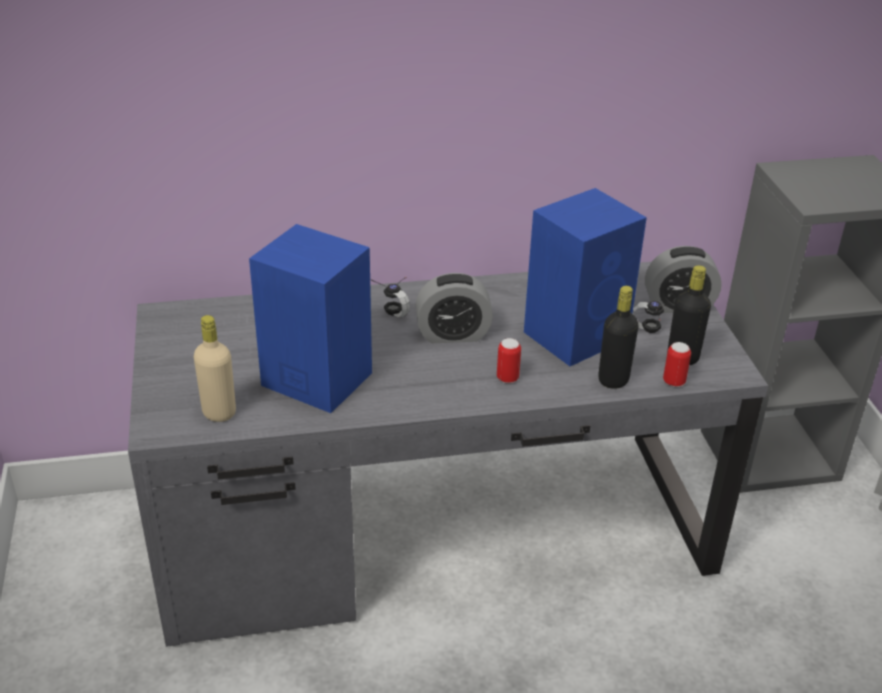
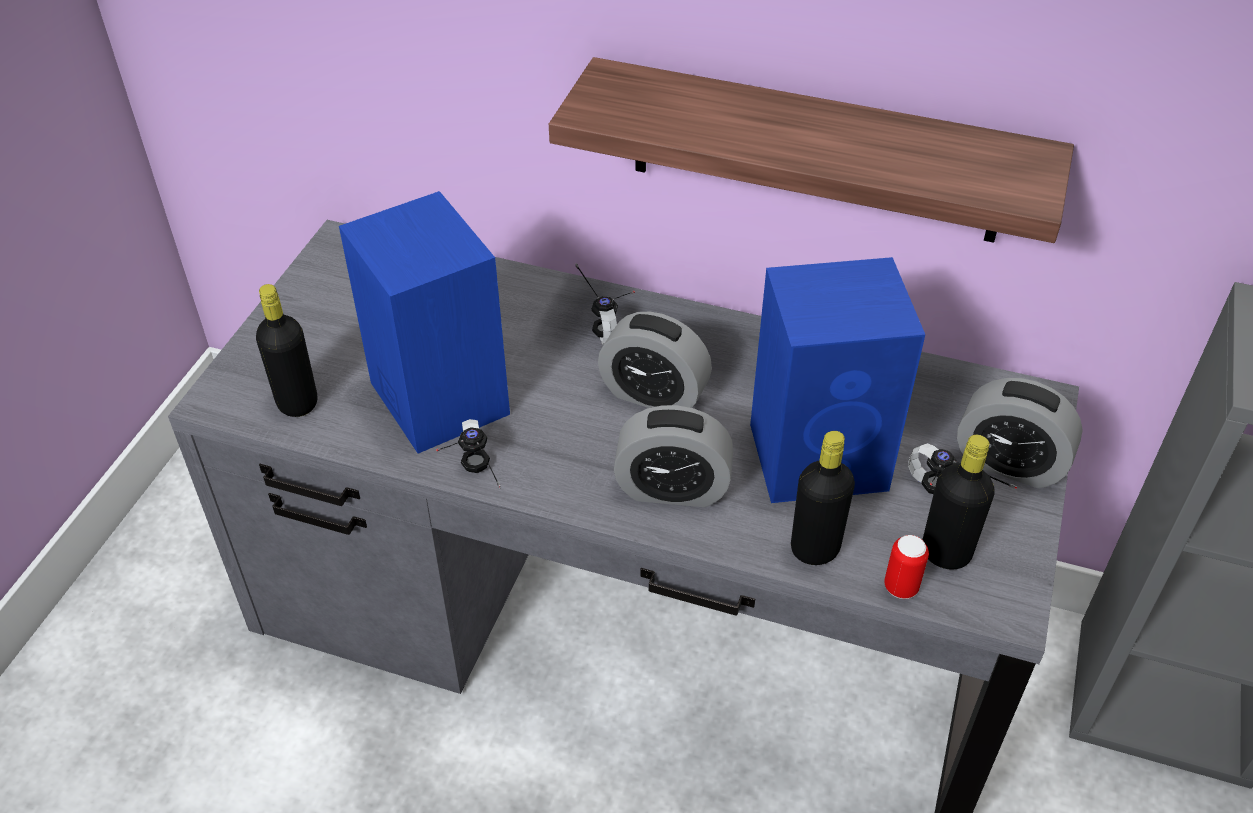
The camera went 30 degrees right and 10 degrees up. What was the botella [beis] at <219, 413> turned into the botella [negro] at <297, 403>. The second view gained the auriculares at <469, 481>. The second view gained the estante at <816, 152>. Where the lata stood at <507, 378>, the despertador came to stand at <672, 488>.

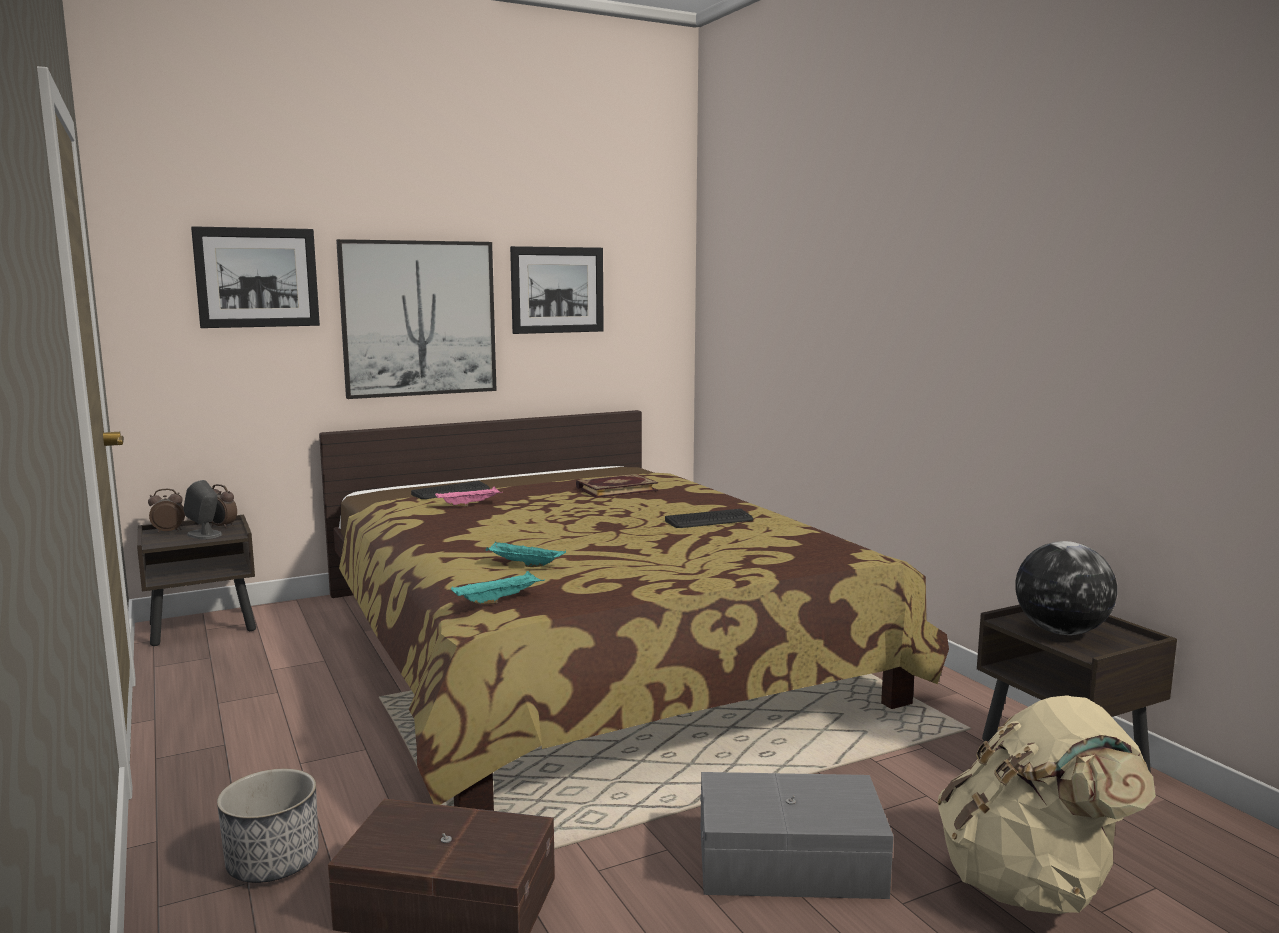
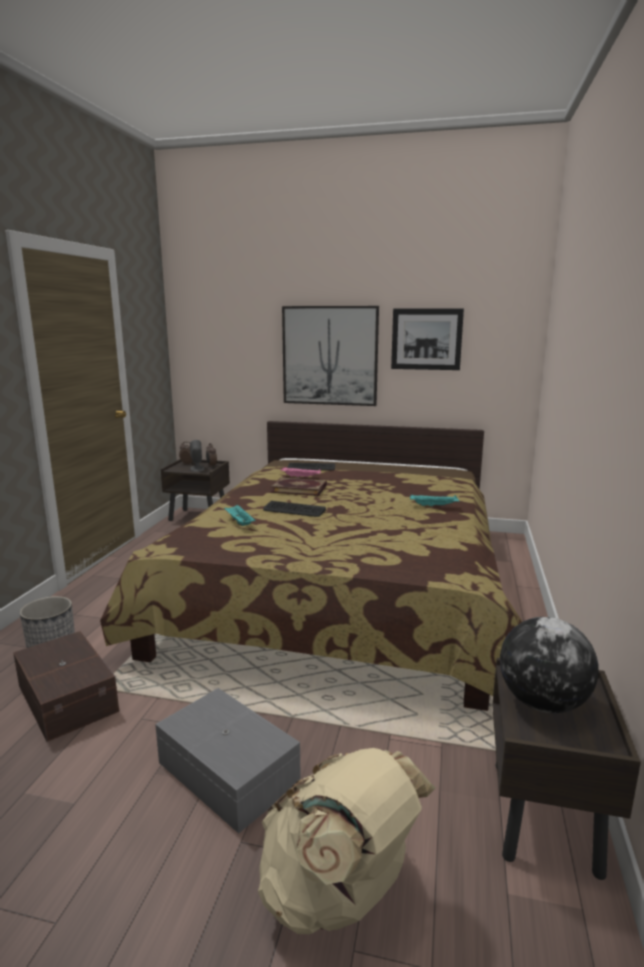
The camera went 40 degrees right and 5 degrees up. The teclado ended up elsewhere, having gone from <709, 520> to <294, 510>. The libro ended up elsewhere, having gone from <616, 489> to <299, 488>. The bandeja [turquesa] ended up elsewhere, having gone from <499, 600> to <434, 506>. The second view lost the cuadro at <257, 277>.

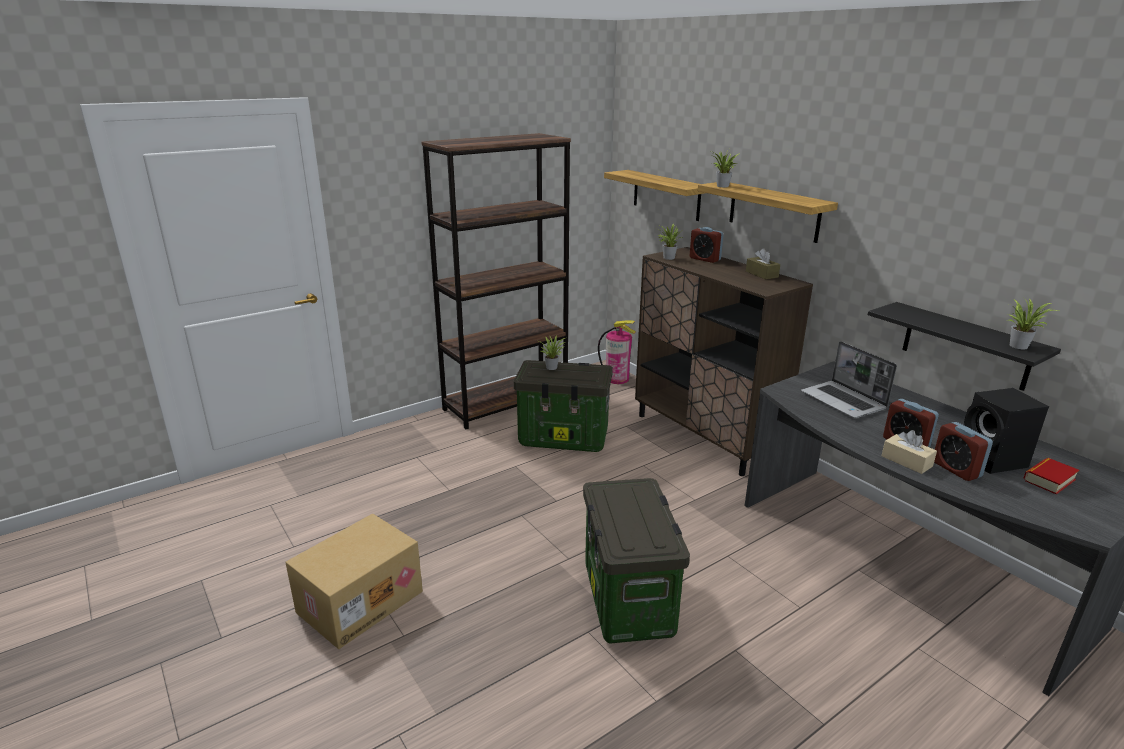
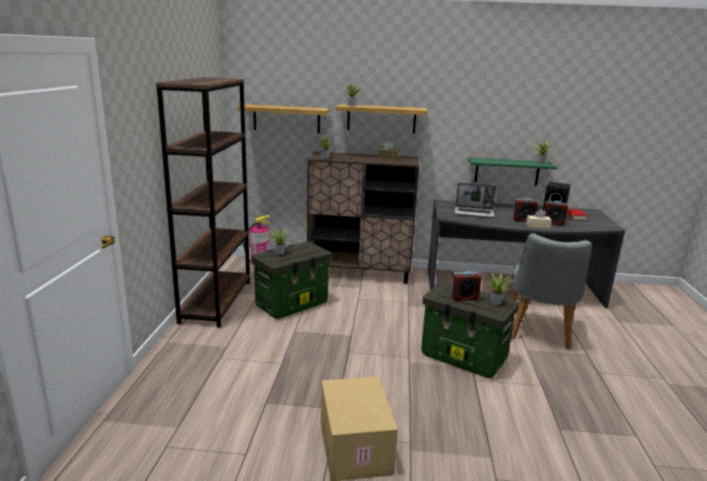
The camera went 50 degrees left and 5 degrees down. The despertador ended up elsewhere, having gone from <704, 259> to <464, 298>. What was the estante [negro] at <965, 346> turned into the estante [verde] at <507, 171>. The second view gained the planta en maceta at <496, 302>. The second view gained the silla [gris] at <539, 334>.

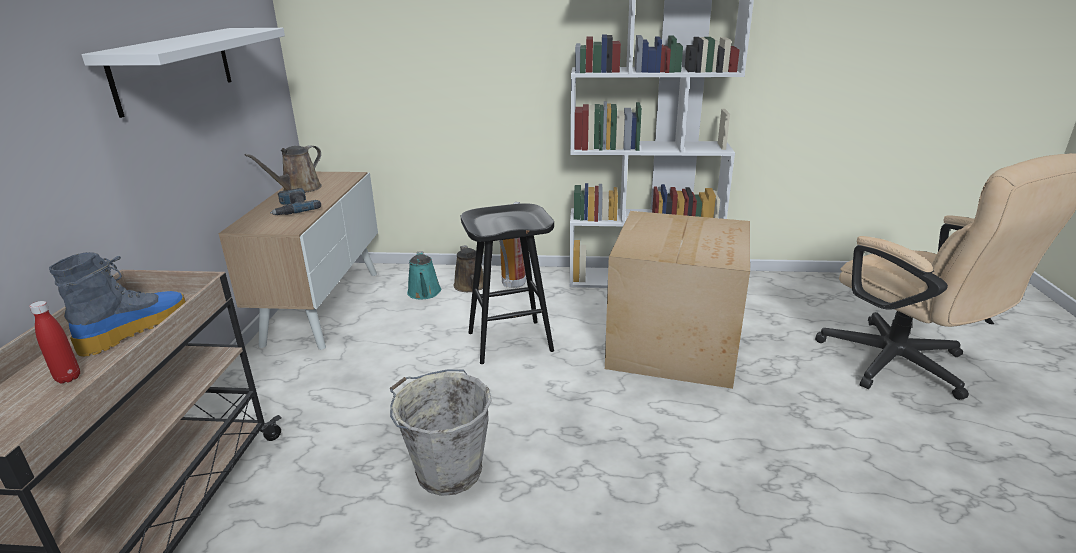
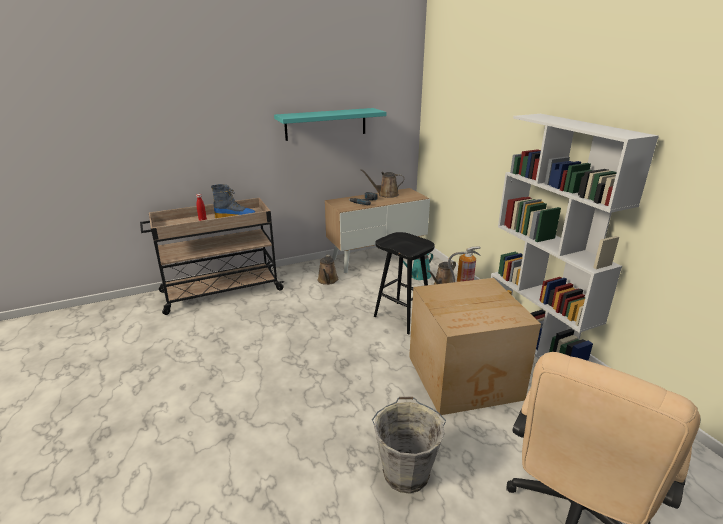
The camera went 60 degrees right and 0 degrees up. What was the estante [blanco] at <174, 68> turned into the estante [turquesa] at <326, 124>. The second view gained the regadera [marrón] at <327, 280>. The cubo [gris] ended up elsewhere, having gone from <446, 470> to <406, 471>.

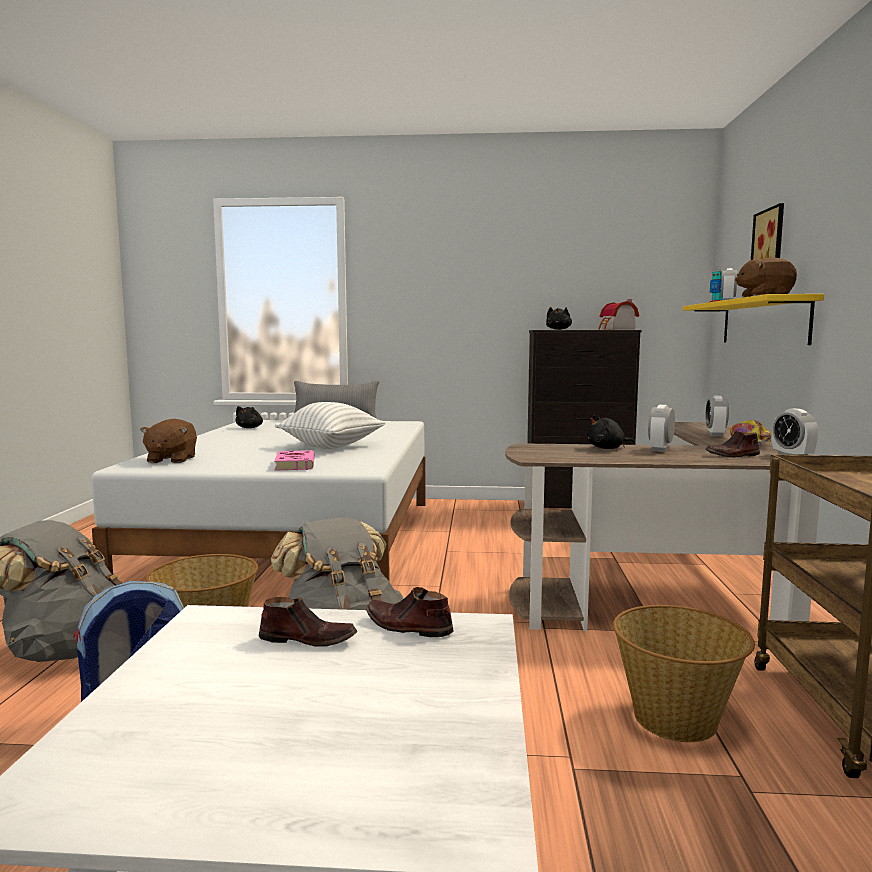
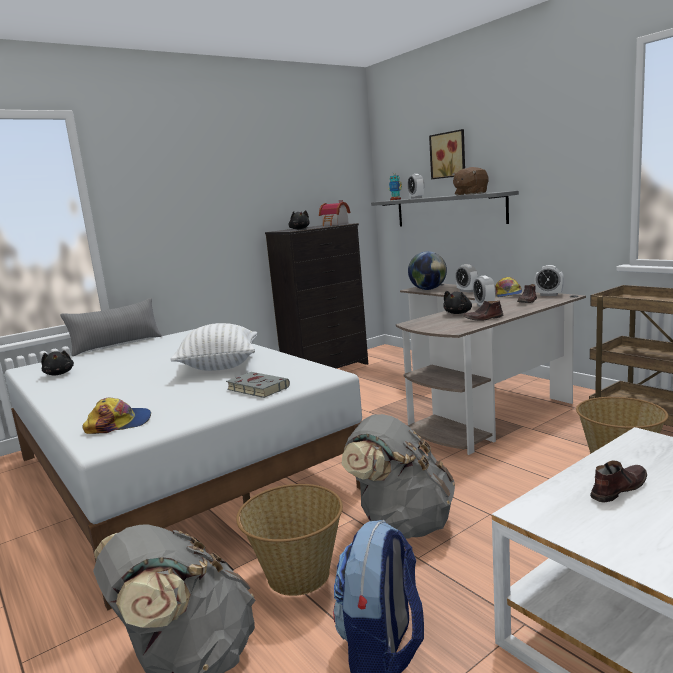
The camera went 40 degrees left and 5 degrees up. Where the peluche [marrón] stood at <171, 460>, the gorra came to stand at <119, 423>. What was the libro [rosa] at <294, 464> turned into the libro [gris] at <256, 388>. What was the estante [amarillo] at <763, 322> turned into the estante [gris] at <448, 210>. The second view gained the globo terráqueo at <428, 289>. The zapato [marrón] ended up elsewhere, having gone from <407, 627> to <483, 319>.

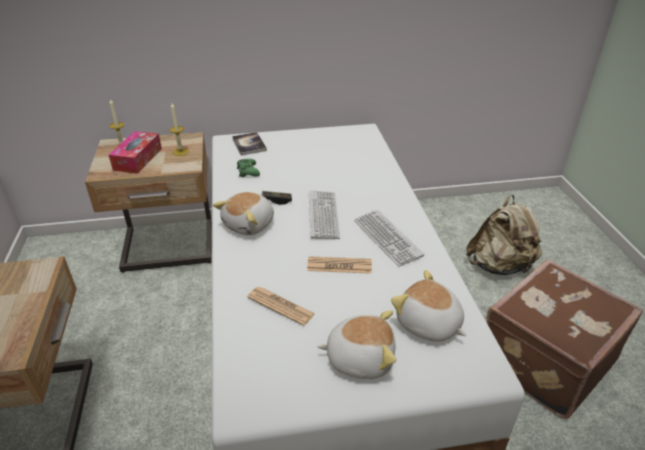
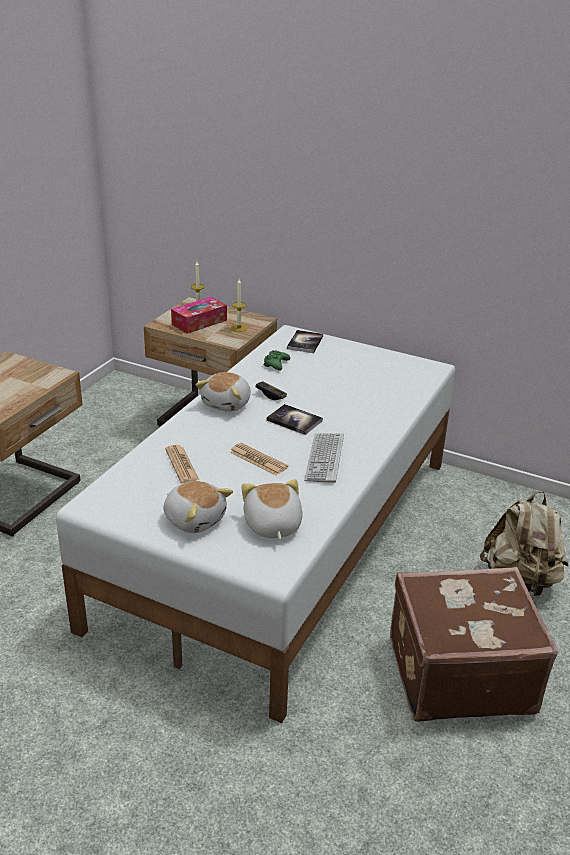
The camera went 35 degrees right and 5 degrees down. The peluche at <250, 224> ended up facing another way, 45 degrees counterclockwise from before. Where the teclado stood at <323, 215>, the libro came to stand at <294, 420>.

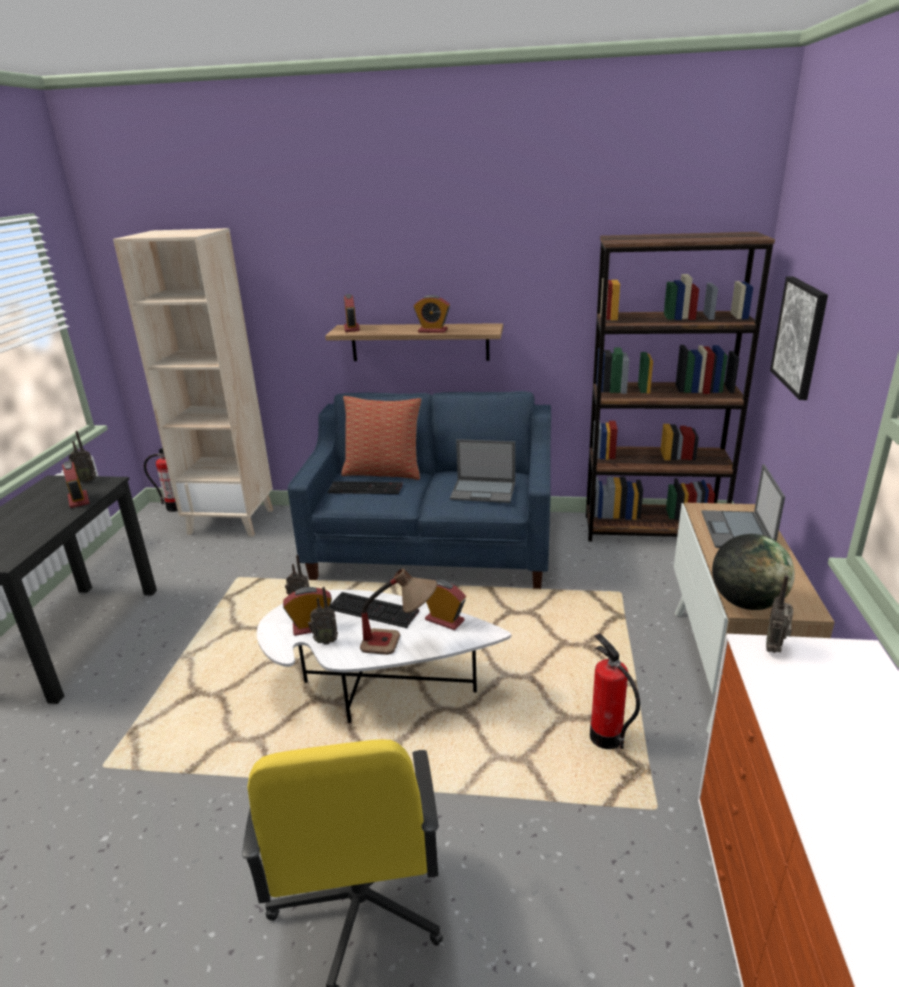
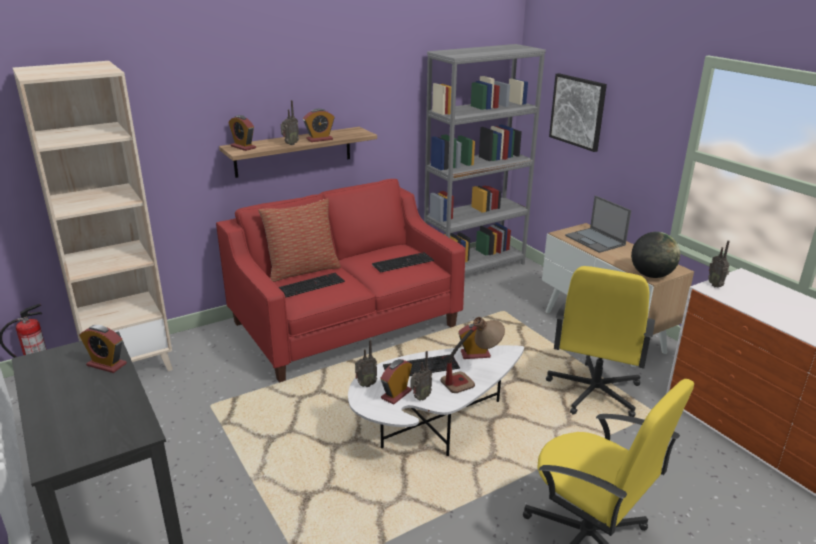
The camera went 40 degrees left and 0 degrees up. What was the sofá [azul] at <433, 546> turned into the sofá [rojo] at <345, 324>. The radio ended up elsewhere, having gone from <86, 481> to <290, 144>. Where the portátil stood at <484, 491>, the teclado came to stand at <403, 262>. What was the estantería [marrón] at <652, 530> turned into the estantería [gris] at <474, 267>. Where the extintor stood at <605, 738>, the silla de oficina [amarillo] came to stand at <593, 392>.

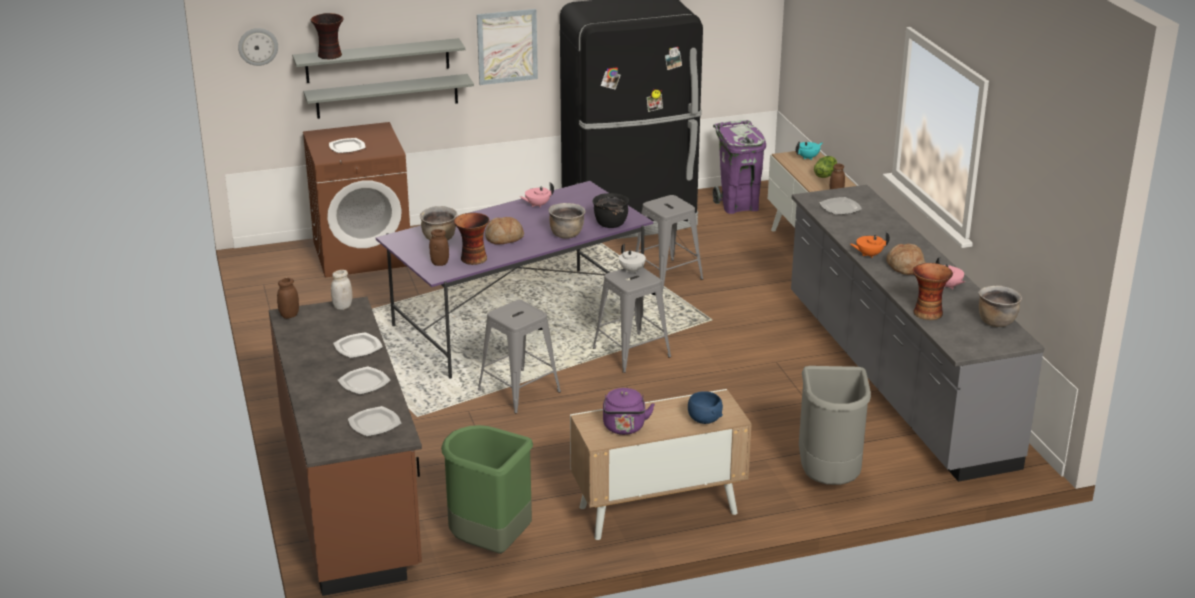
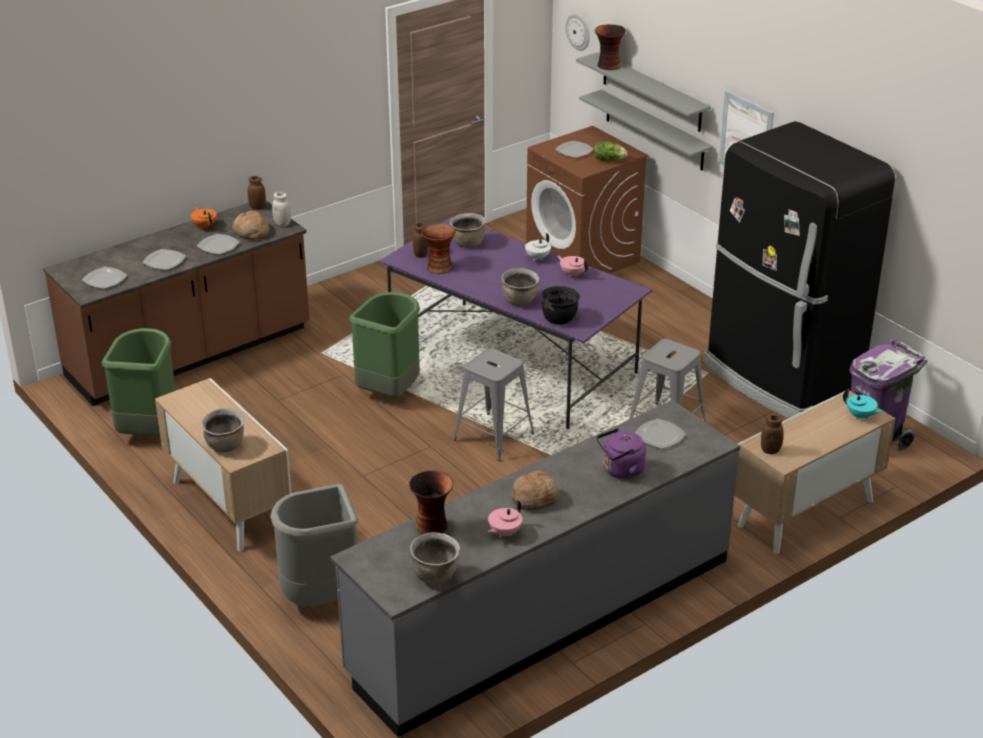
The camera went 70 degrees right and 5 degrees up. The tetera [naranja] ended up elsewhere, having gone from <868, 255> to <205, 226>. Where the cuenco [azul] stood at <704, 419>, the olla [marrón] came to stand at <225, 446>. The pan ended up elsewhere, having gone from <504, 238> to <251, 232>. Where the taburete [gris] stood at <519, 391>, the papelera [verde] came to stand at <389, 391>. The tetera [blanco] ended up elsewhere, having gone from <632, 270> to <537, 258>. The lechuga ended up elsewhere, having gone from <825, 175> to <608, 160>. The hervidor [morado] ended up elsewhere, having gone from <624, 428> to <620, 470>.

